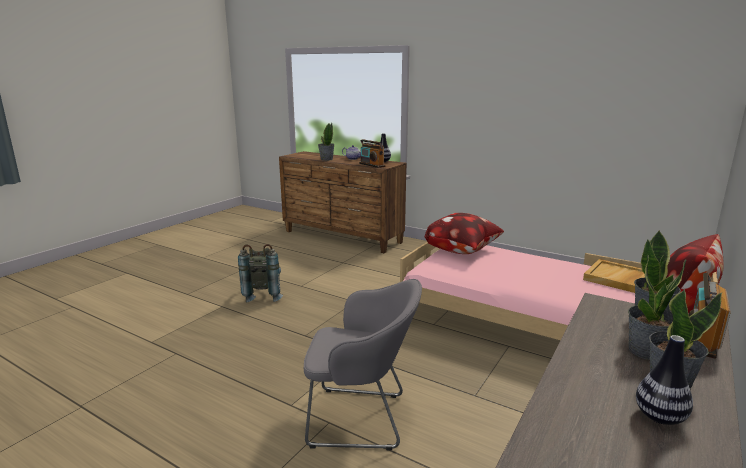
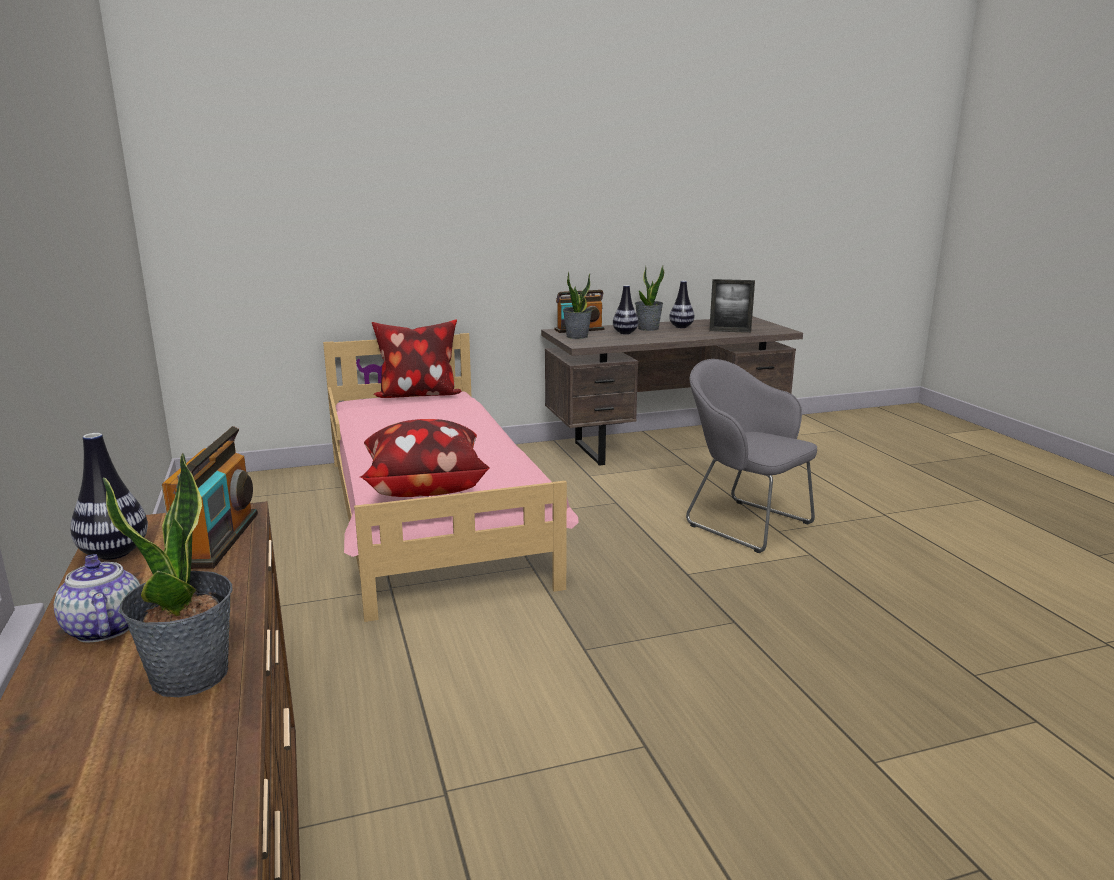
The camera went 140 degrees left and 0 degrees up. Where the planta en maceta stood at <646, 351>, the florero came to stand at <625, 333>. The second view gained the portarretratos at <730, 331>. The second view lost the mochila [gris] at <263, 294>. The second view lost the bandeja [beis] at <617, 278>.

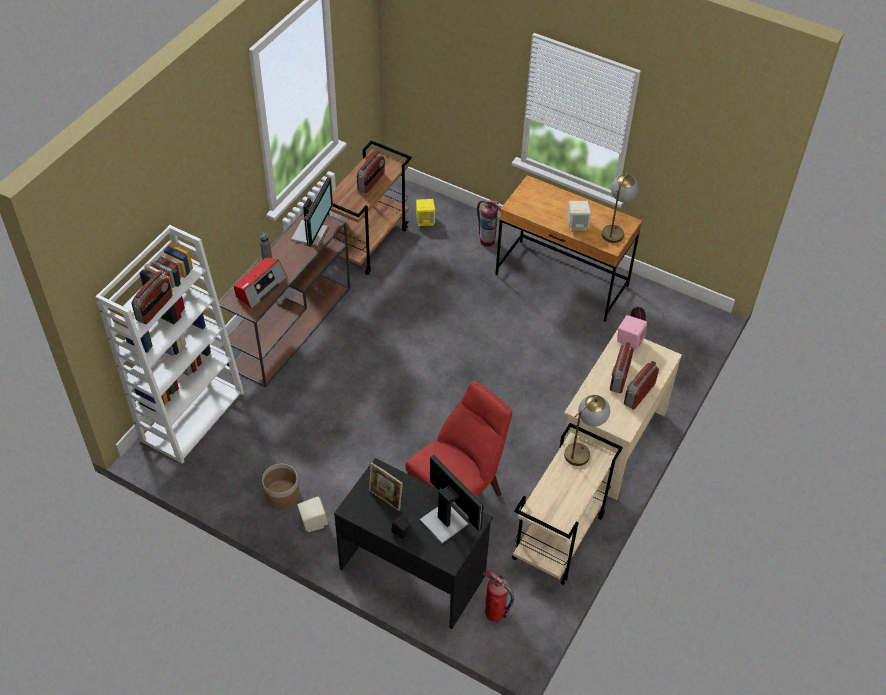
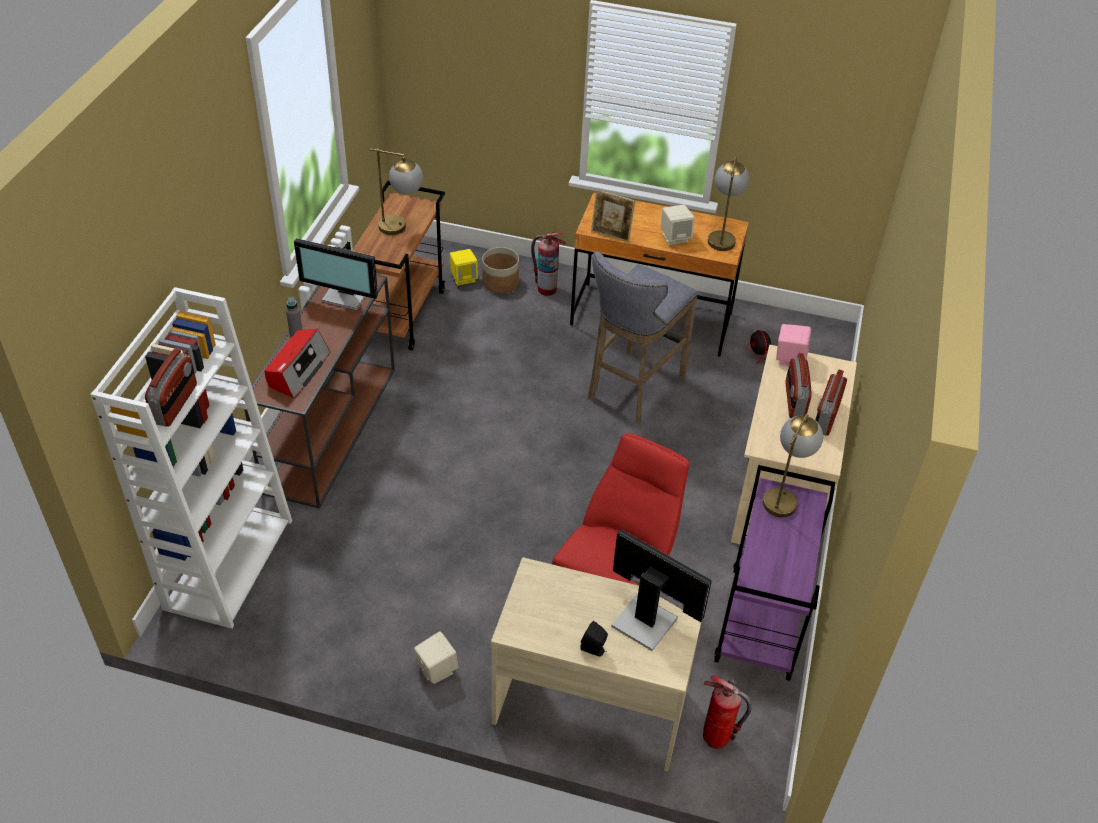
The camera went 15 degrees left and 5 degrees down. The monitor at <311, 233> ended up facing another way, 105 degrees clockwise from before. Where the radio stood at <371, 182>, the lámpara de mesa came to stand at <402, 228>. The maceta ended up elsewhere, having gone from <282, 494> to <500, 282>. What was the escritorio [negro] at <413, 570> turned into the escritorio [beis] at <590, 704>. The second view gained the taburete [gris] at <632, 390>. The portarretratos ended up elsewhere, having gone from <385, 499> to <611, 235>. What was the carrito [beis] at <559, 539> turned into the carrito [morado] at <761, 623>.

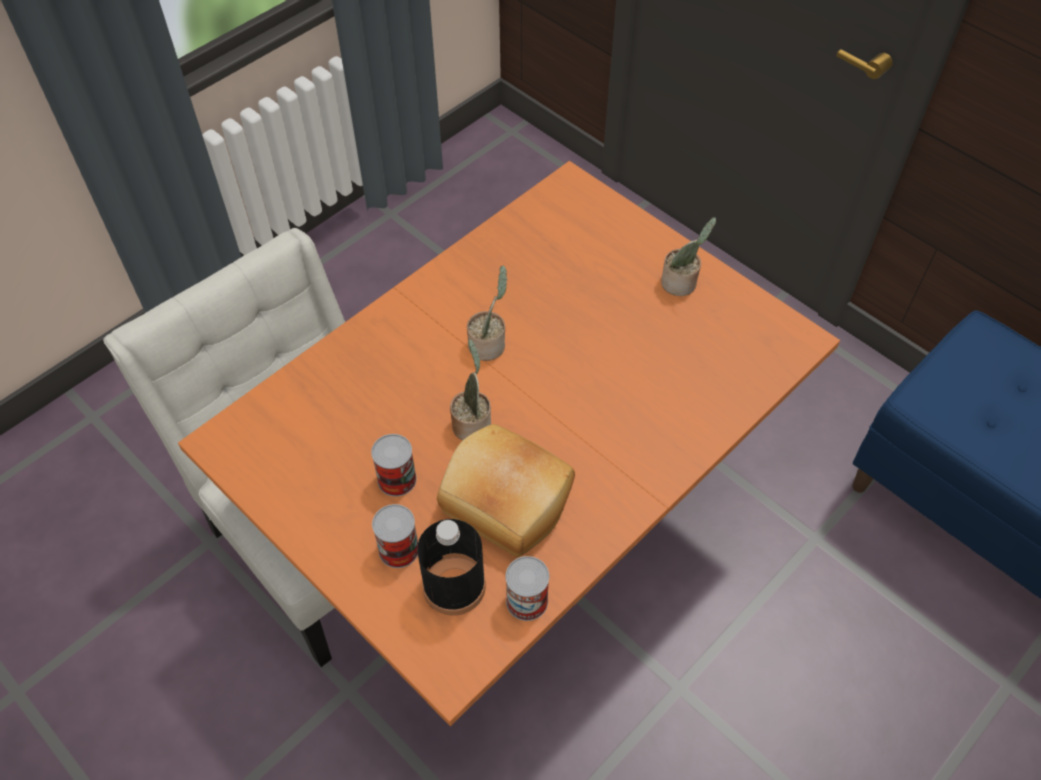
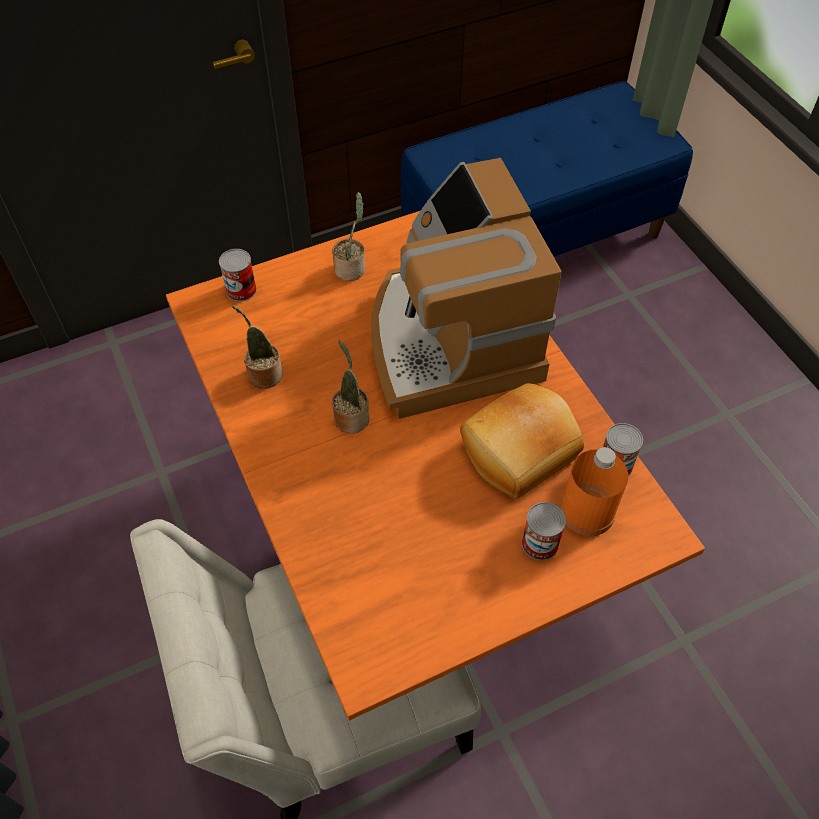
The camera went 70 degrees left and 0 degrees up. The lata ended up elsewhere, having gone from <397, 479> to <241, 290>. The planta en maceta ended up elsewhere, having gone from <472, 423> to <263, 374>. The second view gained the cafetera at <450, 340>. What was the botella [negro] at <454, 586> turned into the botella [naranja] at <587, 511>.

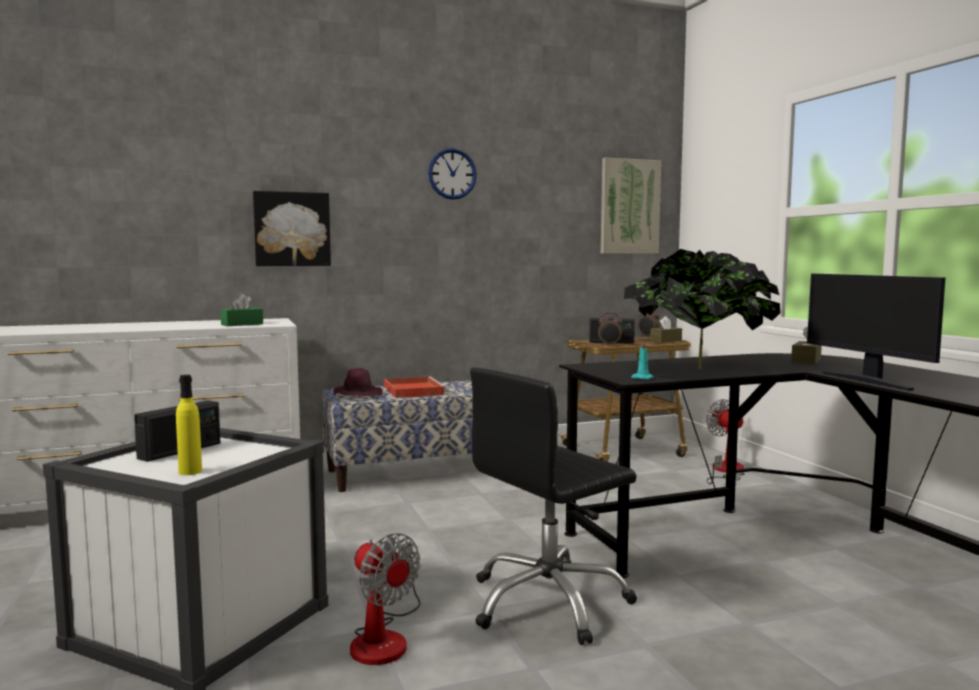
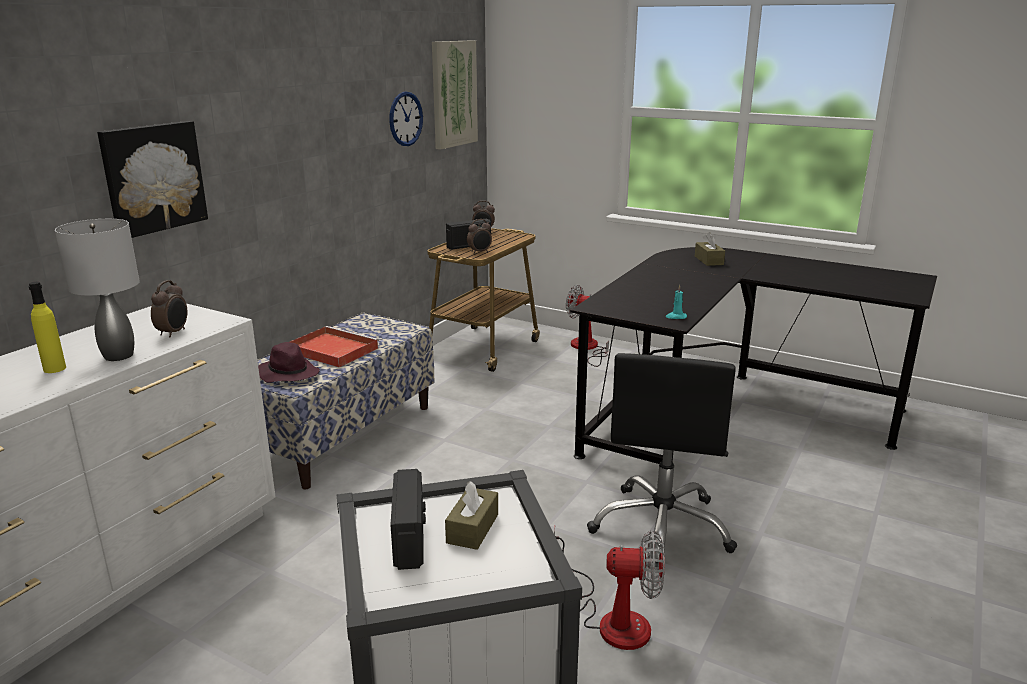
The camera went 40 degrees left and 15 degrees up. The botella [amarillo] ended up elsewhere, having gone from <190, 472> to <54, 369>. The second view gained the lámpara de mesa [gris] at <120, 355>. Where the caja de pañuelos [verde] stood at <242, 324>, the despertador came to stand at <174, 333>. The reloj de pared ended up elsewhere, having gone from <452, 174> to <405, 119>. The caja de pañuelos [marrón] ended up elsewhere, having gone from <665, 341> to <472, 528>. The second view lost the planta en maceta at <697, 368>. The second view lost the monitor at <868, 381>.

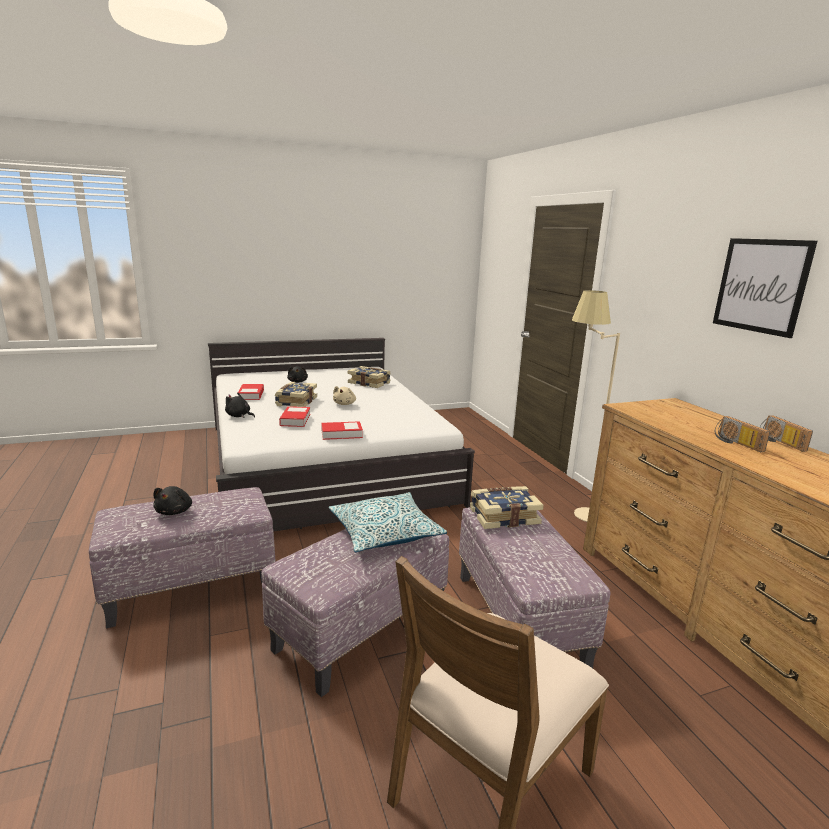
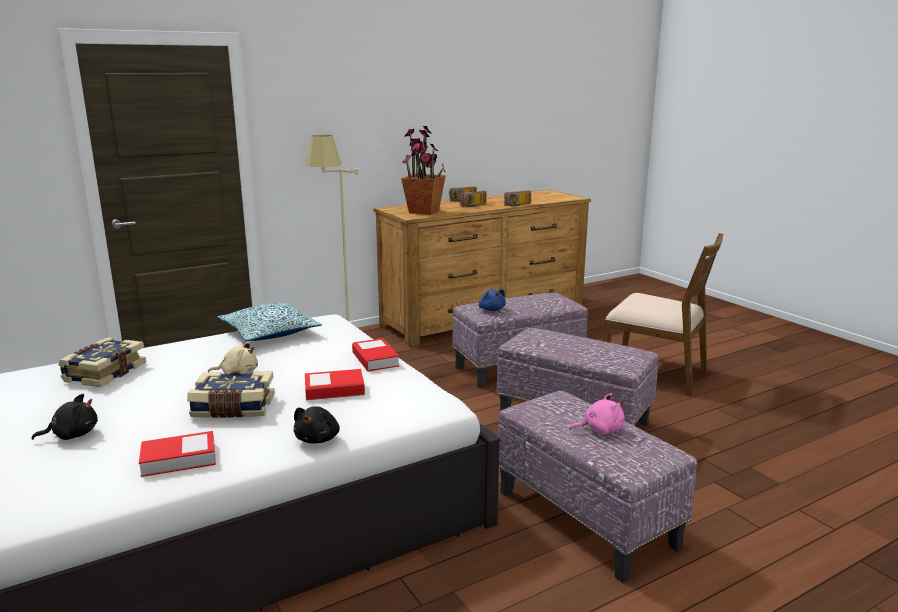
The camera went 100 degrees left and 0 degrees up. The cojín ended up elsewhere, having gone from <385, 532> to <269, 333>. The second view gained the planta en maceta at <424, 211>. Where the libro stood at <503, 516>, the peluche [azul] came to stand at <491, 309>. The second view gained the radio at <518, 205>. What was the peluche [negro] at <175, 511> turned into the peluche [rosa] at <600, 430>. The second view lost the cuadro at <761, 286>.

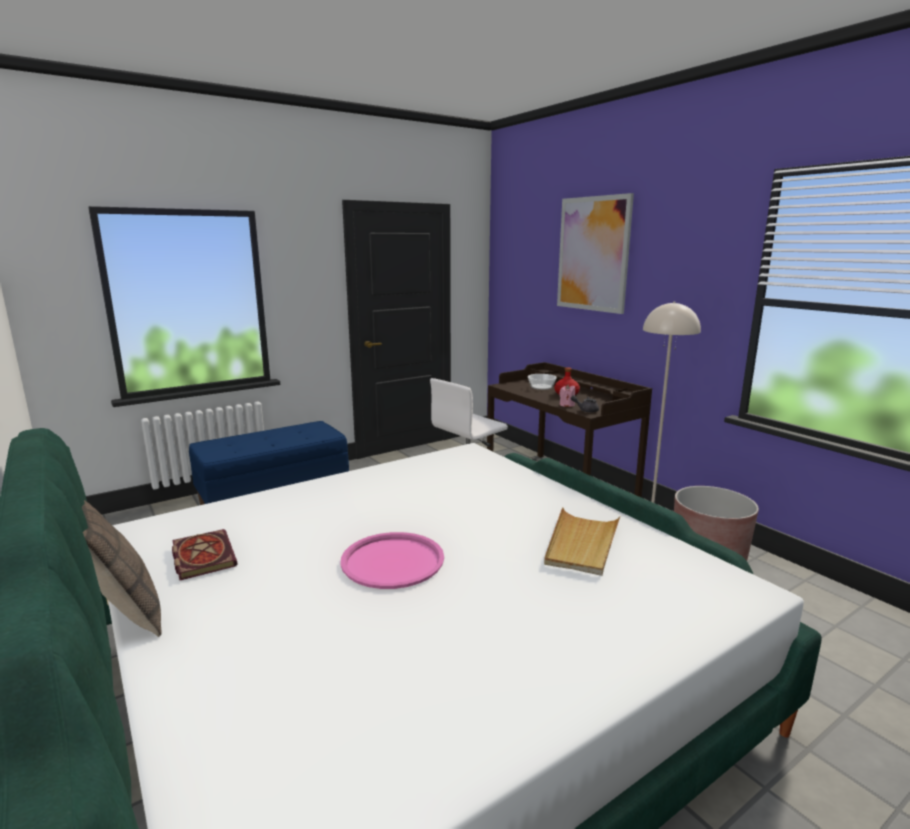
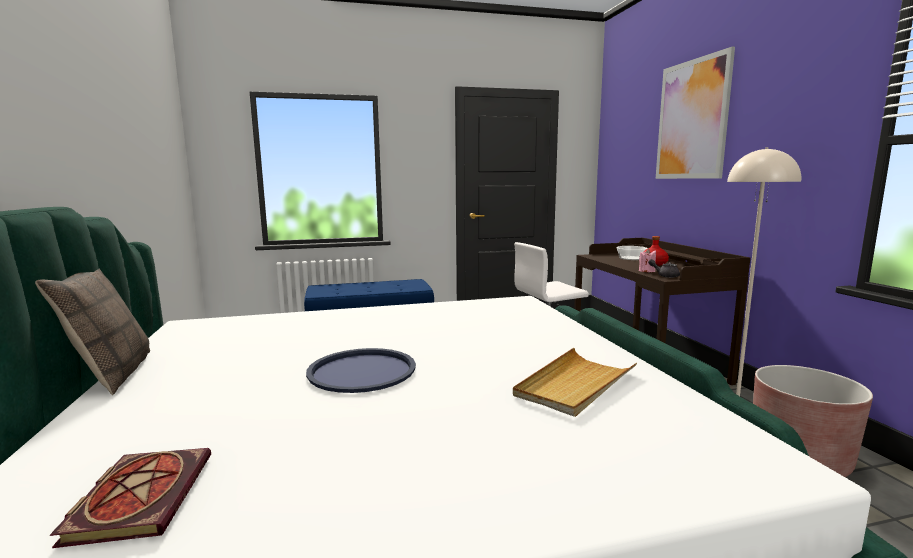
The camera went 20 degrees right and 5 degrees down. The libro ended up elsewhere, having gone from <202, 556> to <141, 496>. What was the bandeja [rosa] at <392, 561> turned into the bandeja [azul] at <362, 371>.

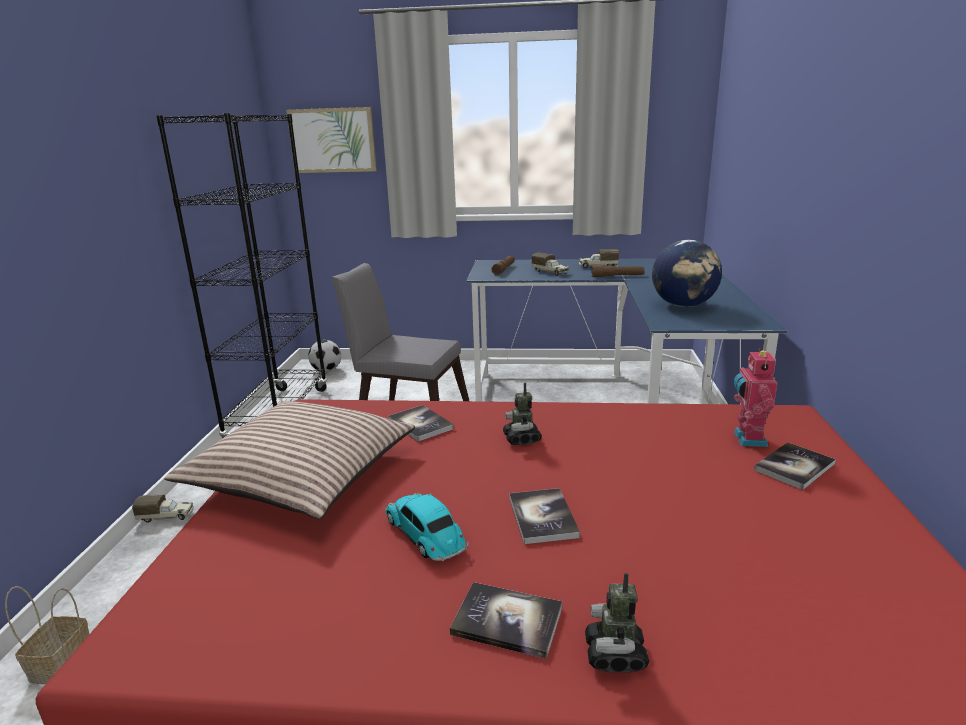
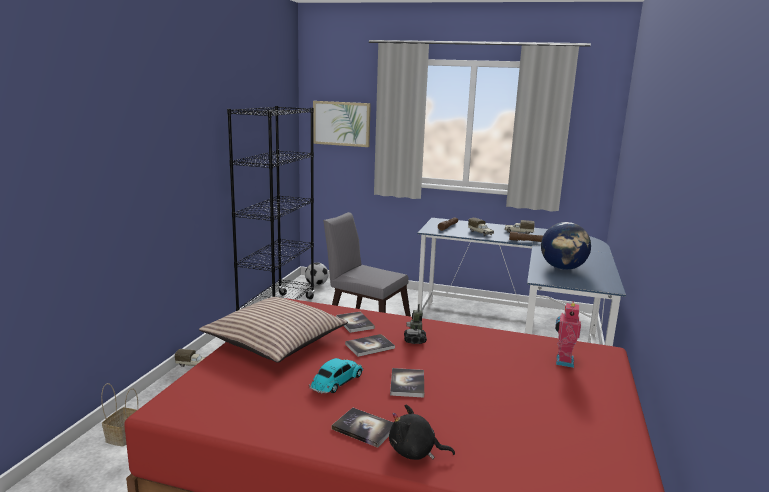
The camera went 10 degrees right and 5 degrees down. The coche de juguete at <426, 535> ended up facing another way, 60 degrees clockwise from before. The libro ended up elsewhere, having gone from <794, 467> to <369, 346>. Where the robot de juguete stood at <615, 655>, the peluche [negro] came to stand at <415, 452>.

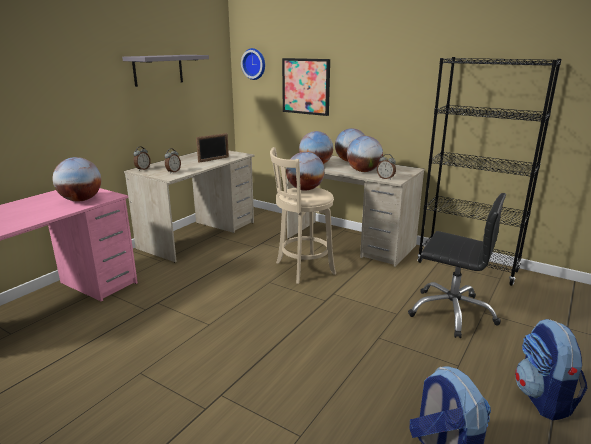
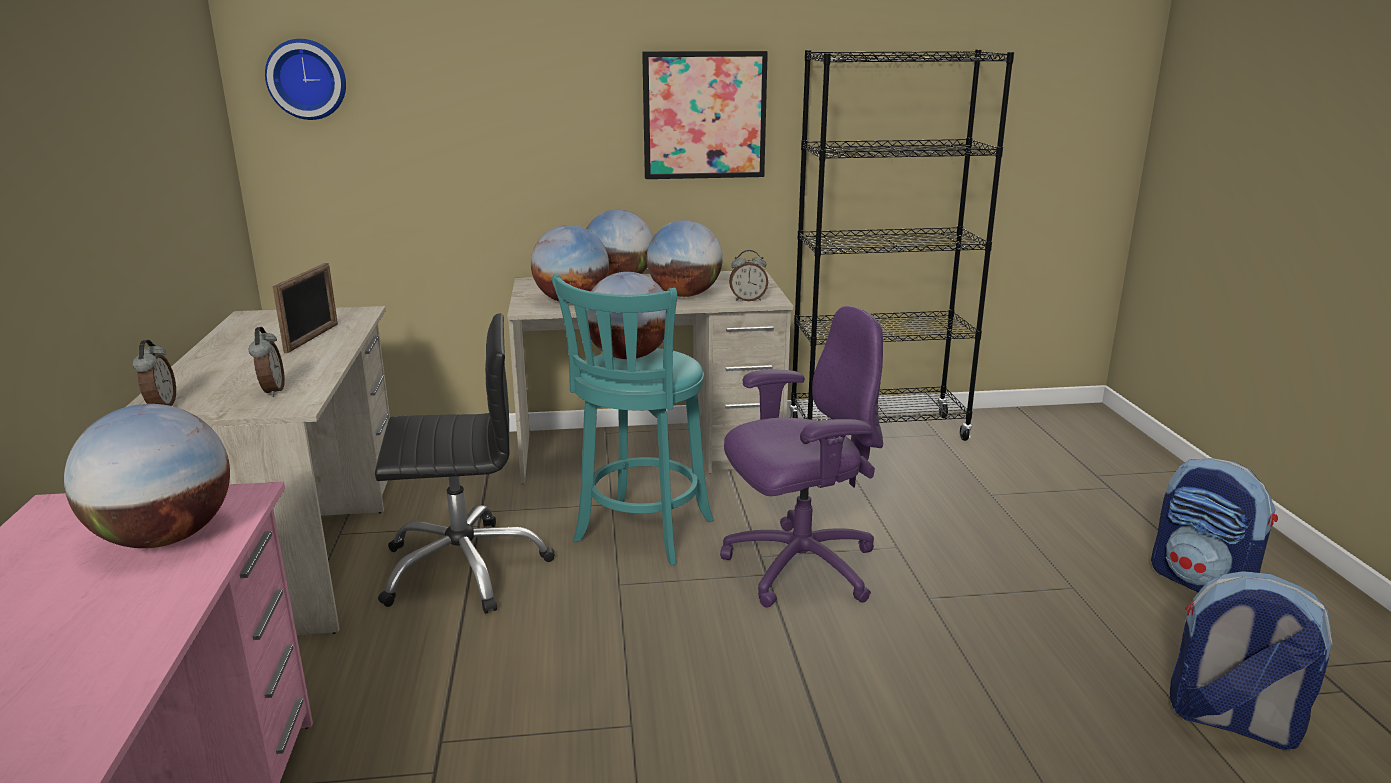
The camera went 40 degrees left and 0 degrees up. The silla de oficina [negro] ended up elsewhere, having gone from <452, 312> to <464, 567>. What was the taburete [beis] at <302, 269> turned into the taburete [turquesa] at <640, 534>. The cuadro ended up elsewhere, having gone from <306, 86> to <704, 115>. The second view gained the silla de oficina [morado] at <798, 567>. The second view lost the estante [gris] at <158, 70>.

